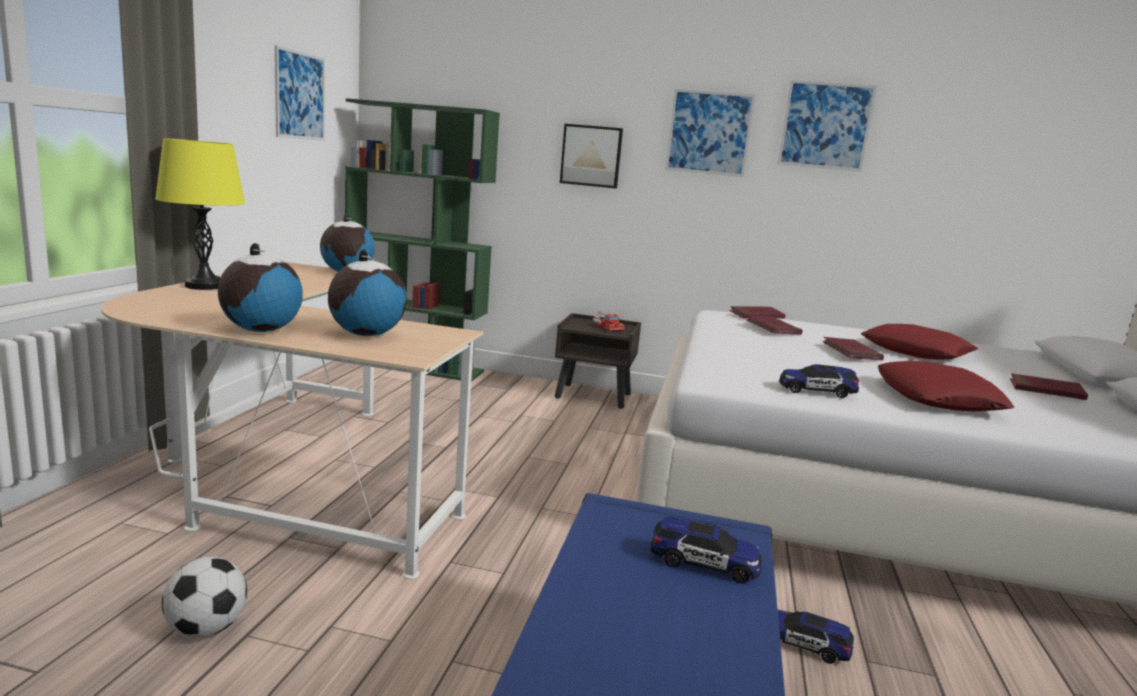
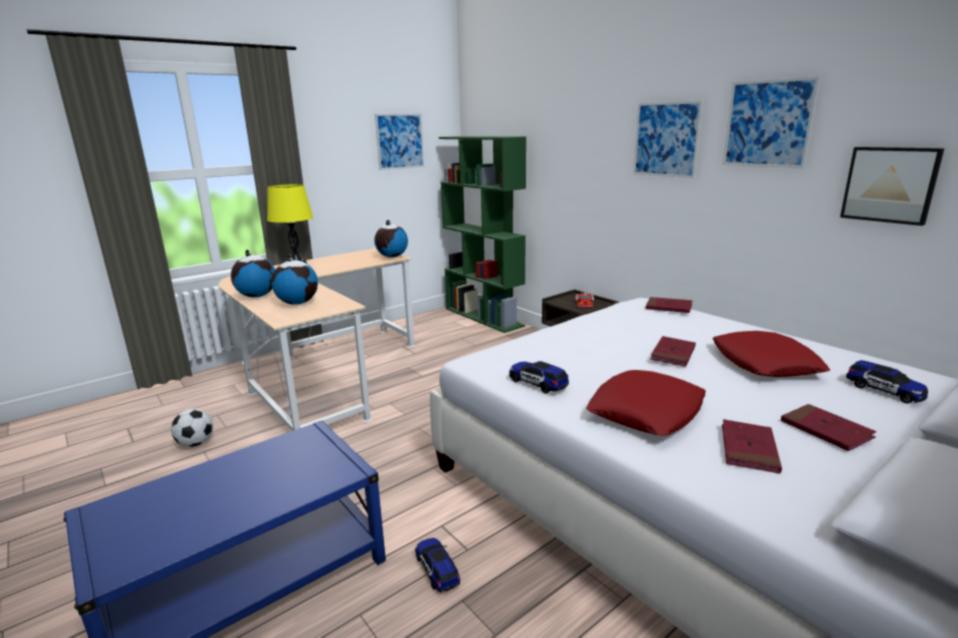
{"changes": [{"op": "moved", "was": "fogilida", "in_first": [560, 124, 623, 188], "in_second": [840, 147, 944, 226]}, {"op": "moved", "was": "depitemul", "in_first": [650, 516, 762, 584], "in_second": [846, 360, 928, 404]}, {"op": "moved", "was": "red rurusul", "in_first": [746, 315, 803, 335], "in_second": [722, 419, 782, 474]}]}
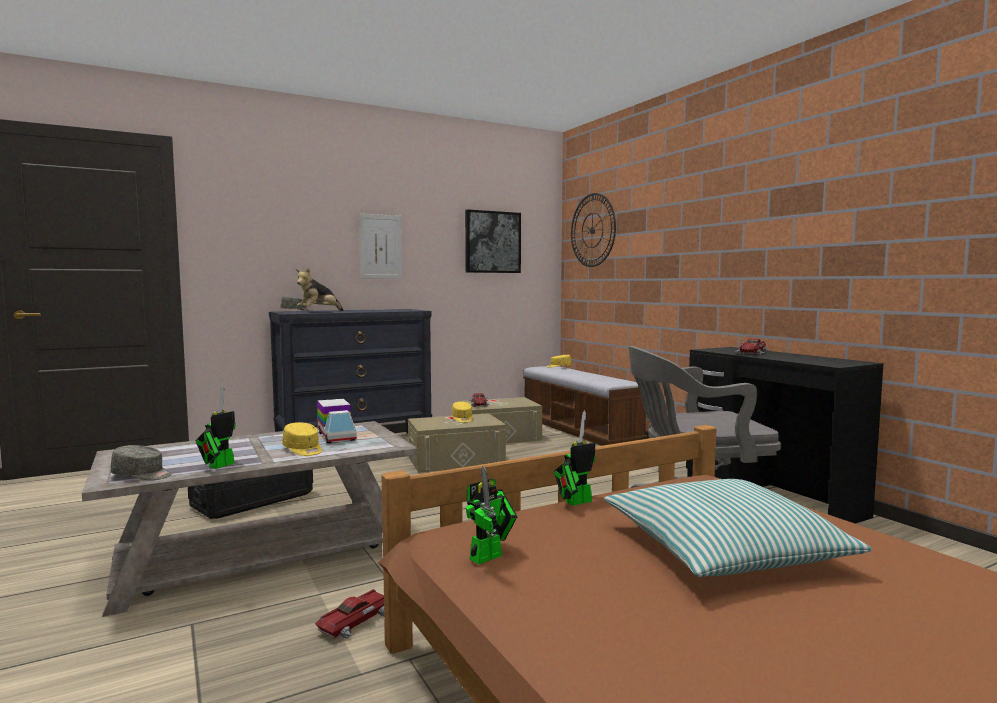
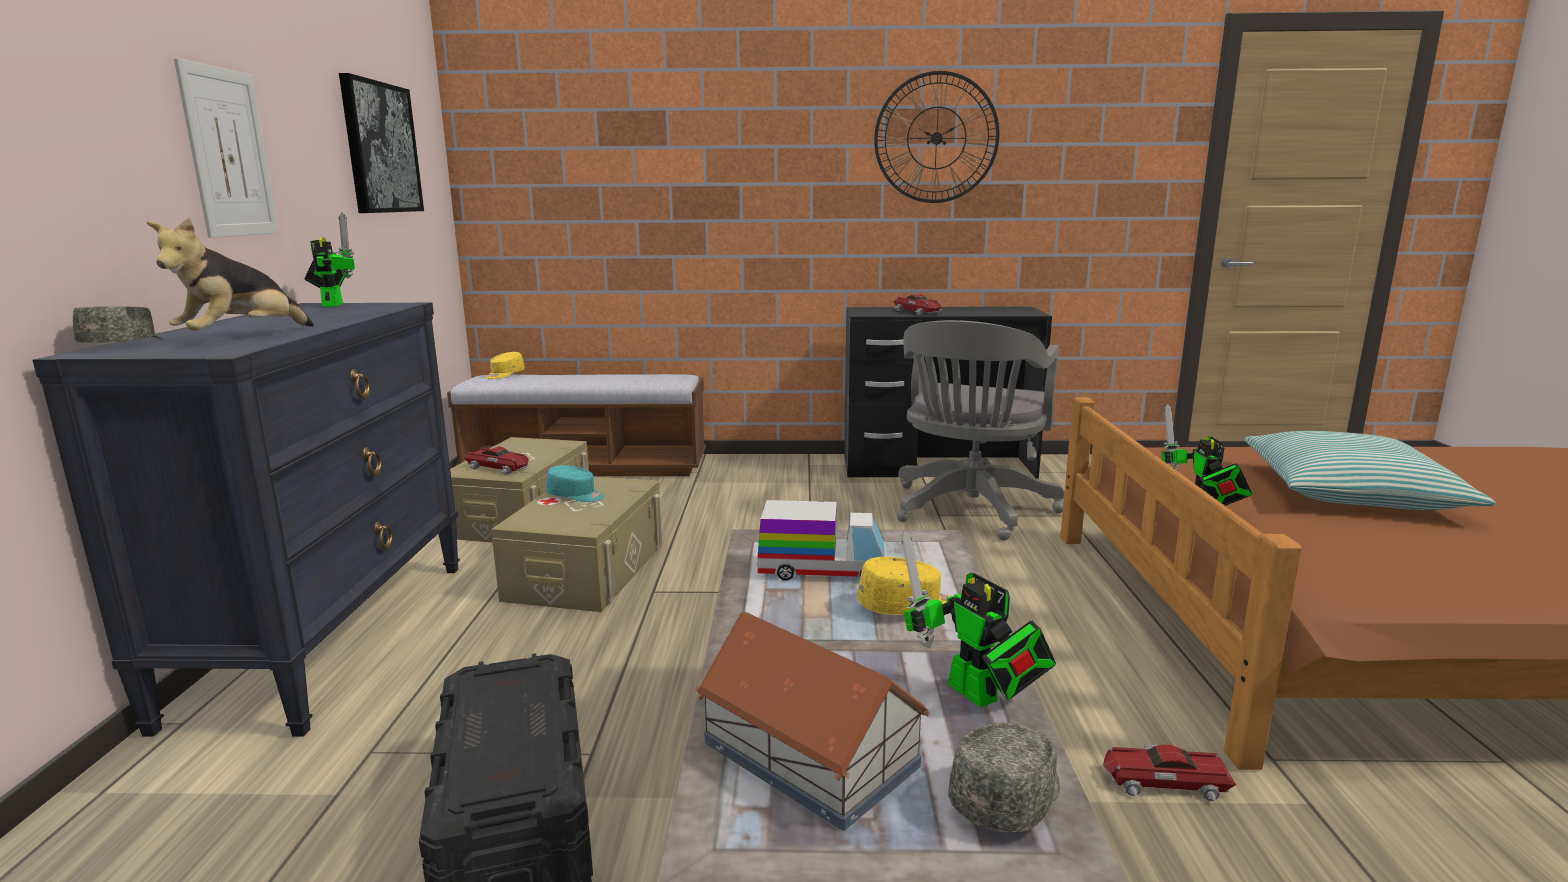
{"changes": [{"op": "added", "now": "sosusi", "in_second": [695, 612, 931, 831]}, {"op": "moved", "was": "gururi", "in_first": [466, 466, 517, 564], "in_second": [304, 212, 355, 307]}, {"op": "moved", "was": "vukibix", "in_first": [571, 193, 616, 267], "in_second": [874, 71, 1000, 203]}, {"op": "recoloured", "was": "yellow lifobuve", "now": "turquoise lifobuve", "in_first": [452, 402, 473, 422], "in_second": [546, 465, 604, 502]}, {"op": "turned", "was": "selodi", "in_first": [296, 268, 344, 311], "in_second": [146, 217, 314, 330], "clockwise": 45}, {"op": "turned", "was": "depitemul", "in_first": [315, 589, 384, 639], "in_second": [1103, 744, 1236, 802], "clockwise": -60}]}
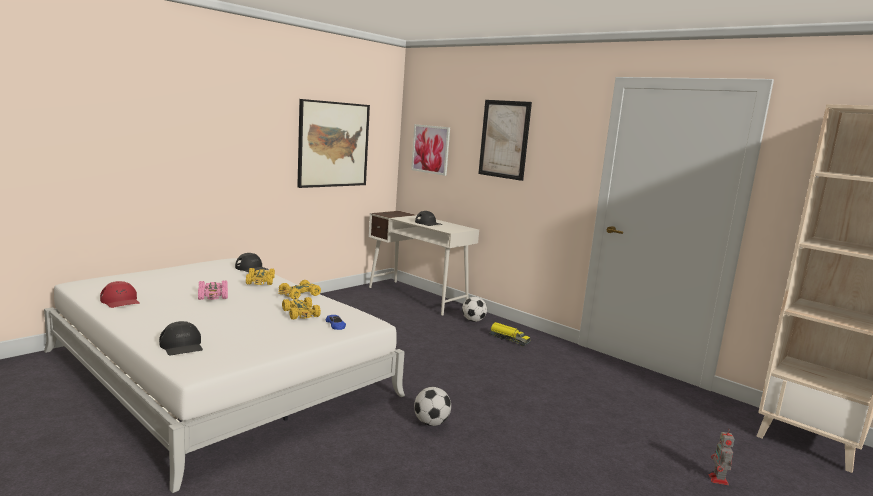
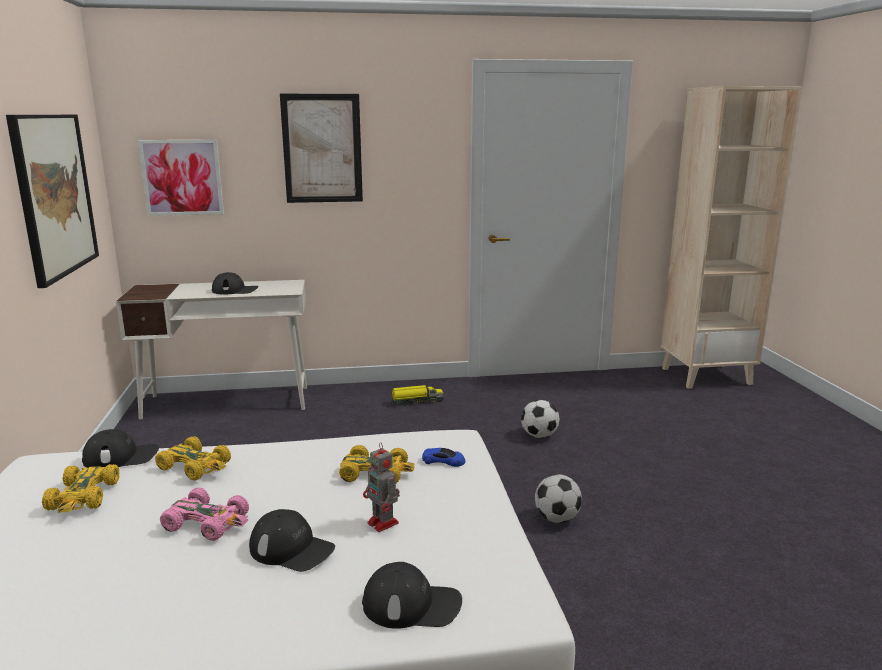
{"changes": [{"op": "removed", "was": "red lifobuve", "in_first": [100, 281, 140, 308]}, {"op": "added", "now": "black lifobuve", "in_second": [249, 509, 335, 572]}, {"op": "moved", "was": "yellow depitemul", "in_first": [278, 280, 321, 300], "in_second": [42, 464, 120, 512]}, {"op": "moved", "was": "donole", "in_first": [462, 297, 487, 322], "in_second": [521, 400, 559, 438]}, {"op": "moved", "was": "gururi", "in_first": [709, 428, 734, 485], "in_second": [363, 442, 400, 532]}]}
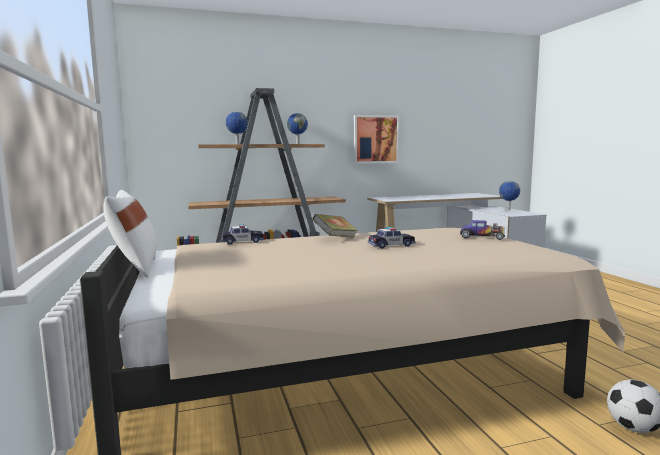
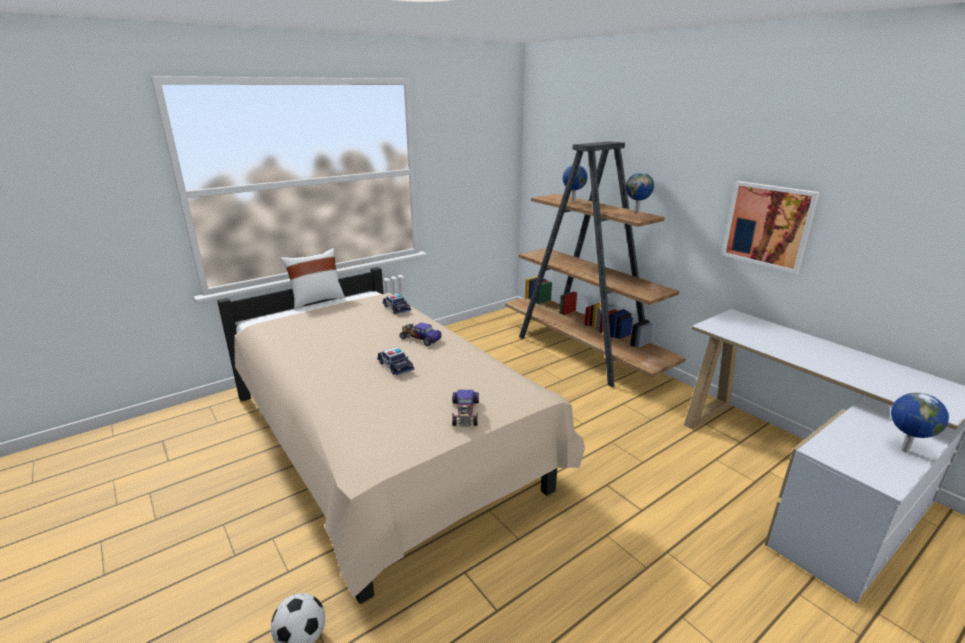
{"changes": [{"op": "replaced", "was": "rurusul", "now": "depitemul", "in_first": [312, 214, 358, 237], "in_second": [400, 323, 442, 346]}]}
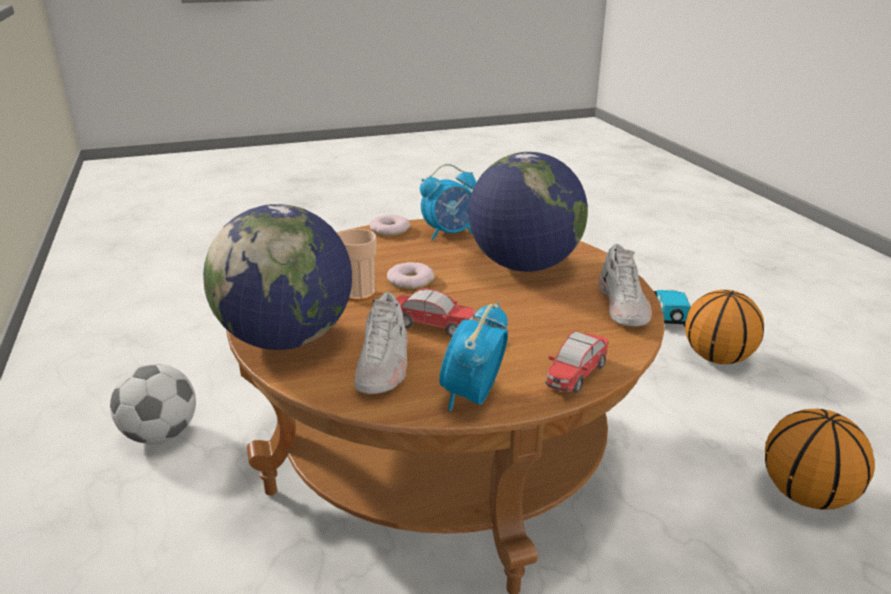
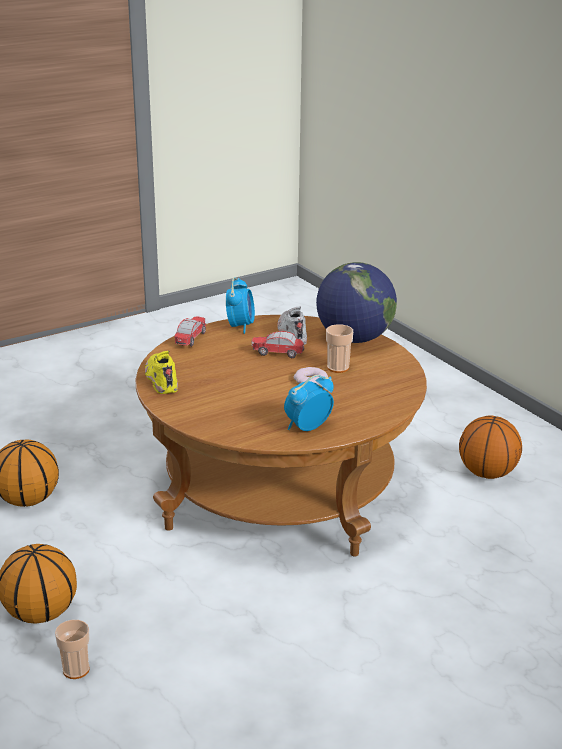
{"changes": [{"op": "removed", "was": "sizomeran", "in_first": [370, 215, 410, 236]}, {"op": "removed", "was": "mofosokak", "in_first": [468, 152, 588, 272]}, {"op": "replaced", "was": "donole", "now": "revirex", "in_first": [110, 363, 196, 444], "in_second": [459, 415, 522, 479]}, {"op": "replaced", "was": "depitemul", "now": "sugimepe", "in_first": [654, 290, 691, 327], "in_second": [55, 620, 90, 679]}, {"op": "recoloured", "was": "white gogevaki", "now": "yellow gogevaki", "in_first": [599, 244, 652, 327], "in_second": [145, 351, 178, 394]}]}
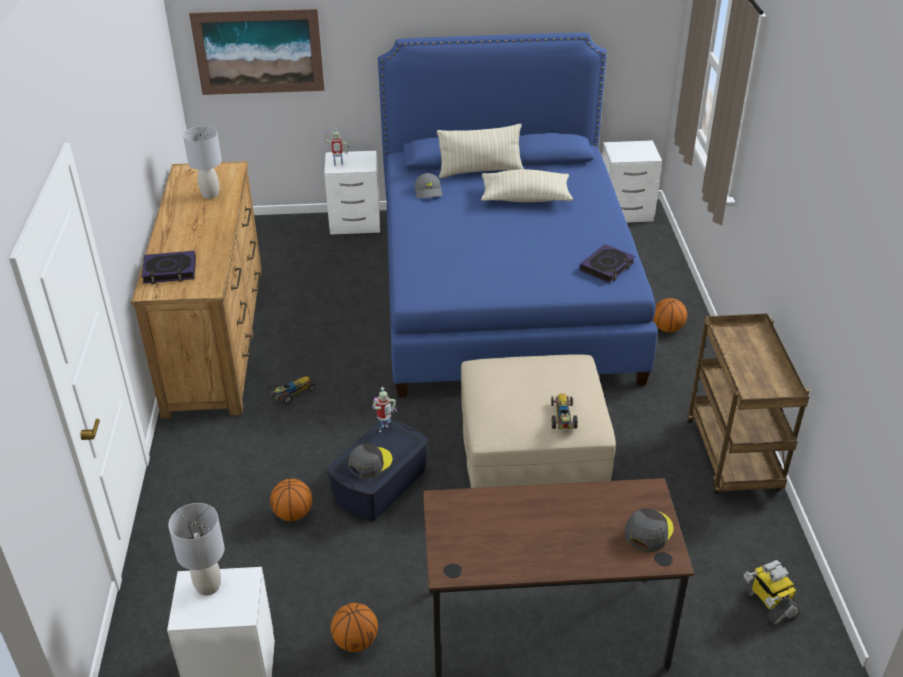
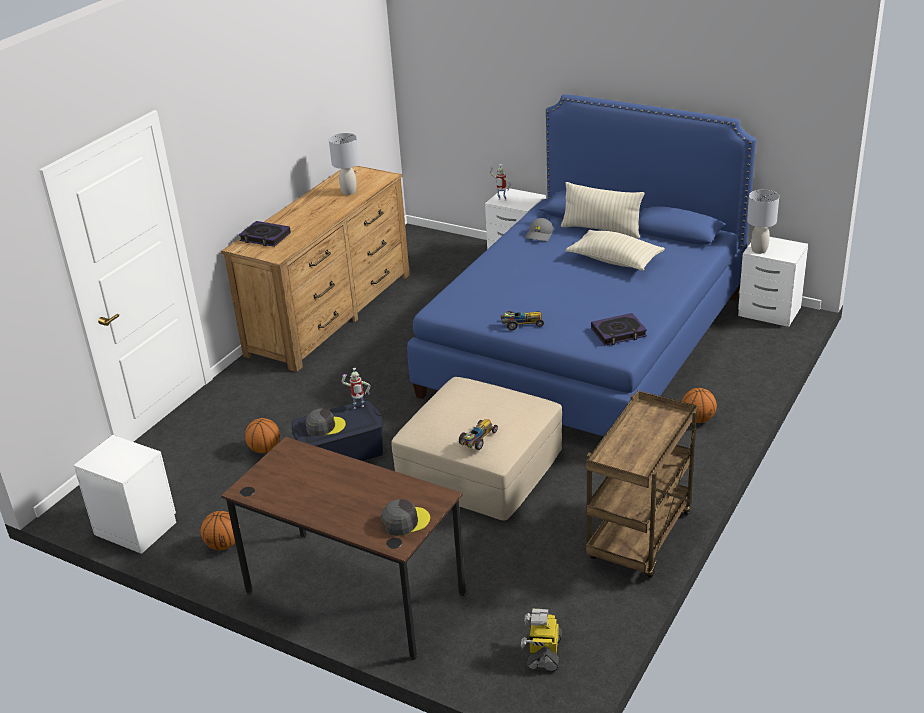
{"changes": [{"op": "removed", "was": "fogilida", "in_first": [189, 9, 324, 95]}, {"op": "moved", "was": "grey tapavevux", "in_first": [168, 503, 224, 596], "in_second": [747, 190, 779, 254]}, {"op": "moved", "was": "depitemul", "in_first": [270, 375, 315, 404], "in_second": [501, 311, 544, 330]}]}
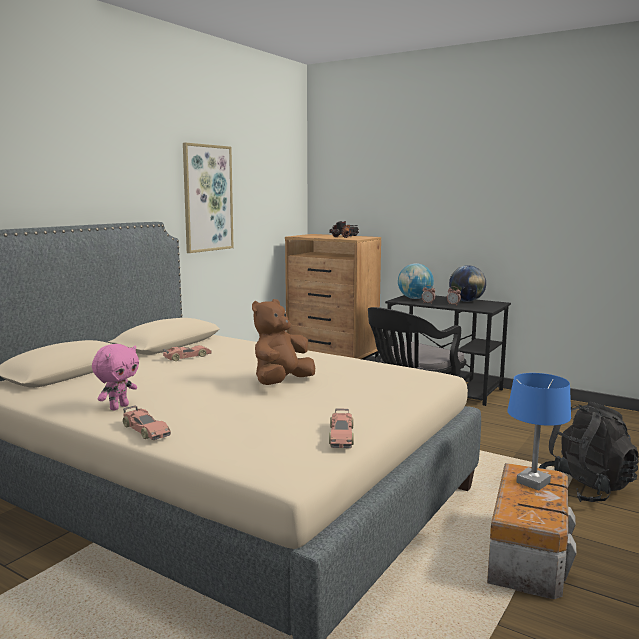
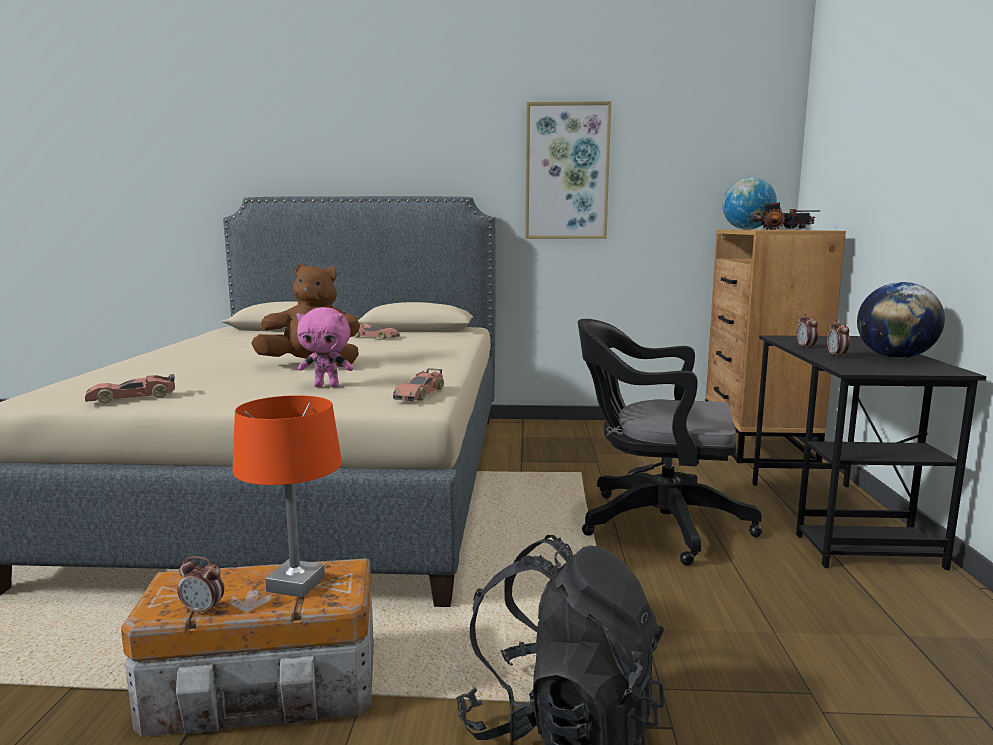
{"changes": [{"op": "added", "now": "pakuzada", "in_second": [177, 556, 224, 615]}, {"op": "moved", "was": "pink selodi", "in_first": [92, 344, 139, 410], "in_second": [296, 307, 354, 387]}, {"op": "moved", "was": "depitemul", "in_first": [123, 405, 171, 440], "in_second": [393, 368, 444, 401]}, {"op": "moved", "was": "mofosokak", "in_first": [398, 263, 434, 299], "in_second": [722, 177, 777, 230]}, {"op": "recoloured", "was": "blue tapavevux", "now": "orange tapavevux", "in_first": [508, 373, 571, 491], "in_second": [233, 395, 342, 598]}]}
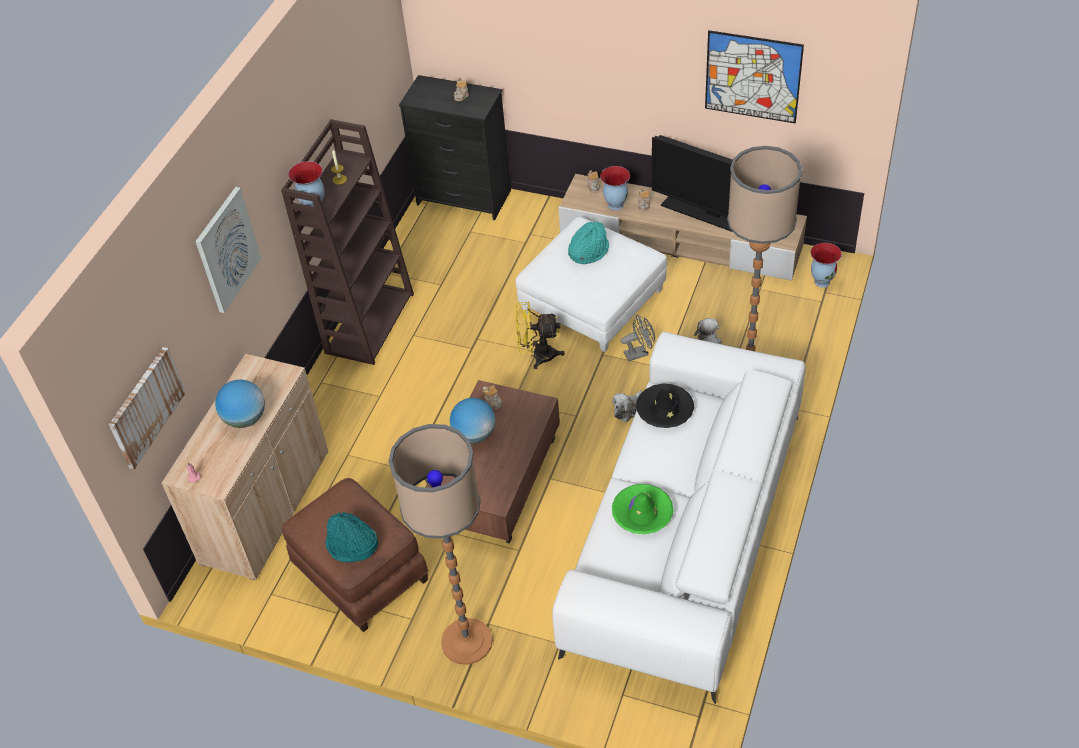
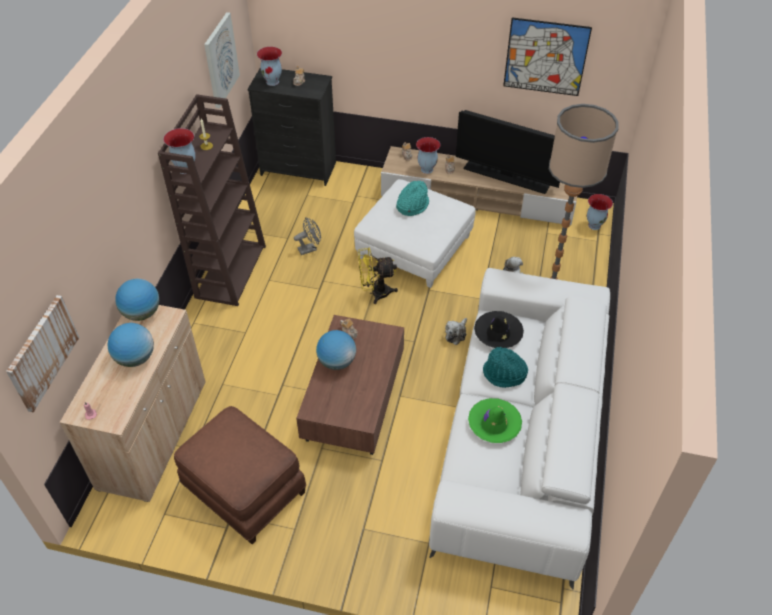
{"changes": [{"op": "removed", "was": "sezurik", "in_first": [389, 424, 492, 665]}, {"op": "added", "now": "mofosokak", "in_second": [115, 279, 159, 321]}, {"op": "added", "now": "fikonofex", "in_second": [257, 47, 282, 86]}, {"op": "moved", "was": "fogilida", "in_first": [195, 187, 261, 313], "in_second": [204, 12, 240, 108]}, {"op": "moved", "was": "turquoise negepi", "in_first": [325, 512, 378, 563], "in_second": [483, 347, 528, 388]}, {"op": "moved", "was": "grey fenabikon", "in_first": [621, 315, 655, 361], "in_second": [294, 217, 321, 255]}]}
